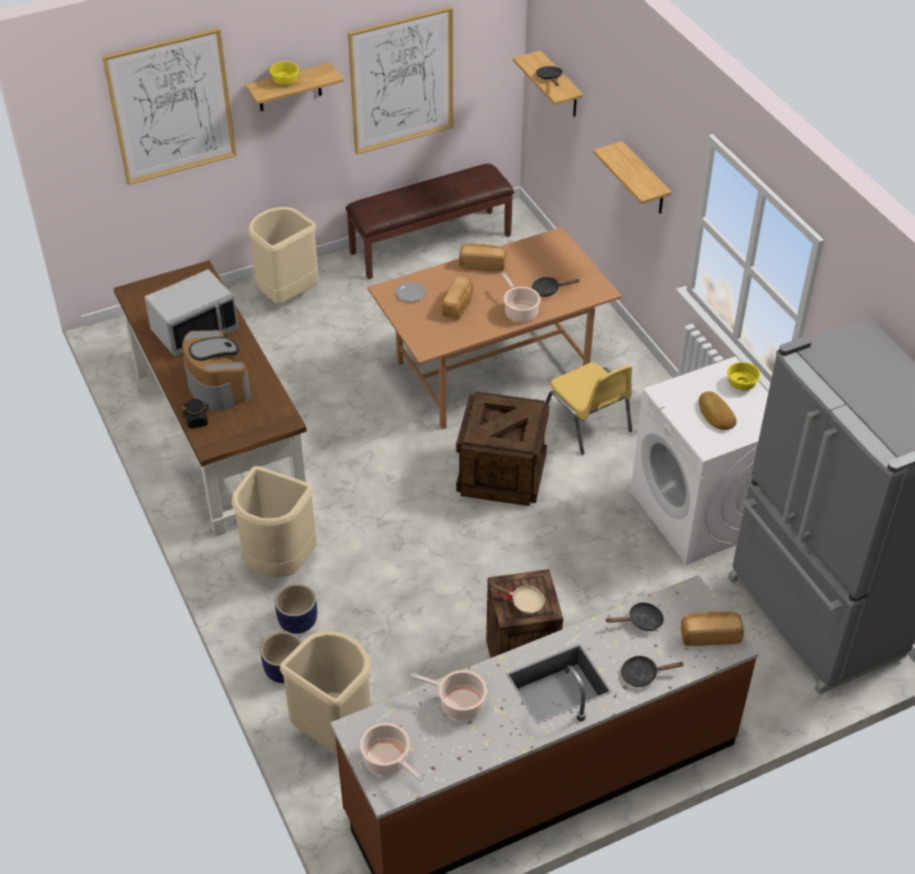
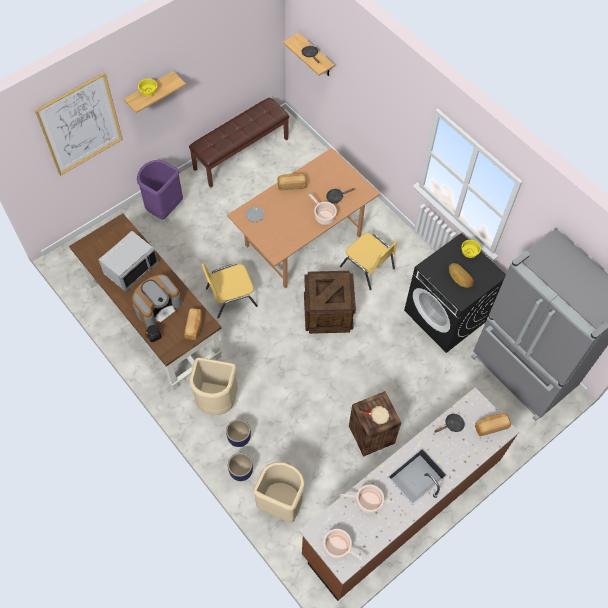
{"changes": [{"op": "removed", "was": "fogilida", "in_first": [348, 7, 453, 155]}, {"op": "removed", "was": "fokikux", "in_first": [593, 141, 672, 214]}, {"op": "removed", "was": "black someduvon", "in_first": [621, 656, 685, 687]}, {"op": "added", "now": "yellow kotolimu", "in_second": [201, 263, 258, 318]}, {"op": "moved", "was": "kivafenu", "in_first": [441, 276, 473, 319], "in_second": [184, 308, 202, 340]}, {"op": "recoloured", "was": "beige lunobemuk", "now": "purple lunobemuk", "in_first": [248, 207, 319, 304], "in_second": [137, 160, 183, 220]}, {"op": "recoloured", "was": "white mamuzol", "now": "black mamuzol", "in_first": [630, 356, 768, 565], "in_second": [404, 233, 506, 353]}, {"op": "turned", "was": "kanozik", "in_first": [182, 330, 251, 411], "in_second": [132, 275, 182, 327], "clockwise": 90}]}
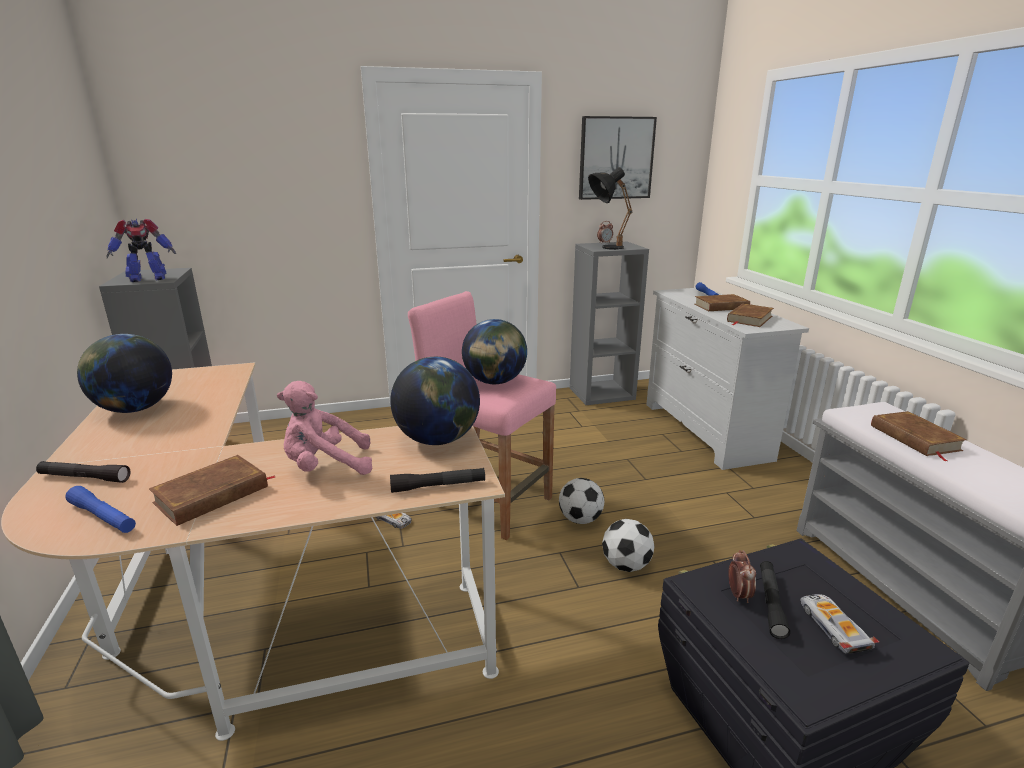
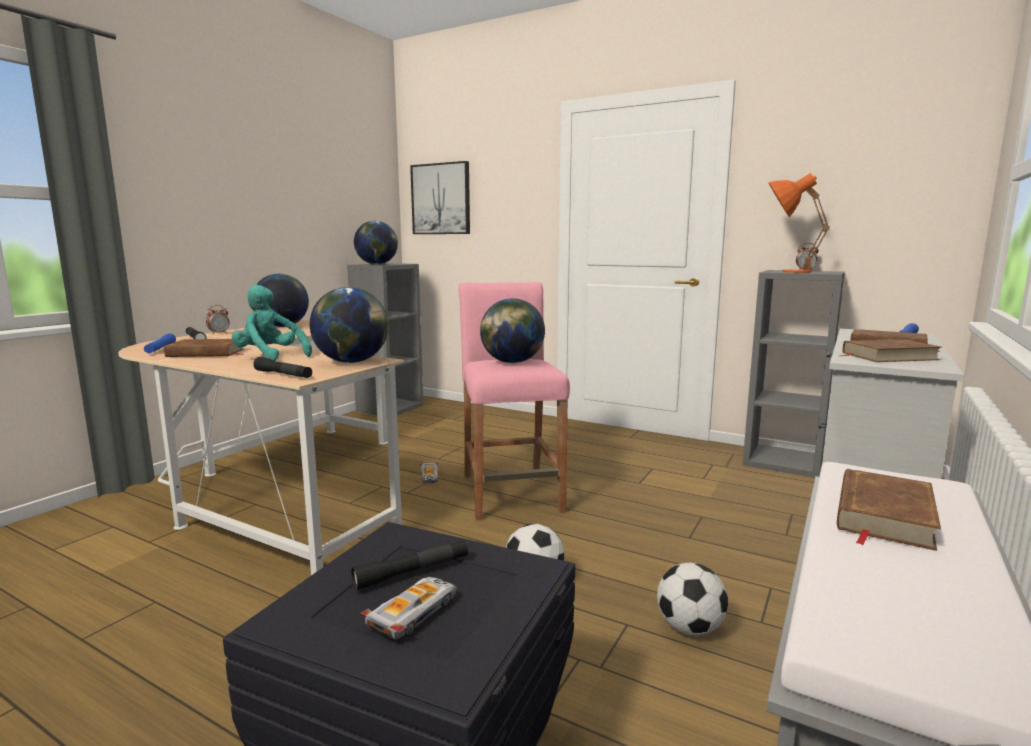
{"changes": [{"op": "moved", "was": "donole", "in_first": [559, 478, 604, 524], "in_second": [657, 563, 728, 635]}, {"op": "moved", "was": "fogilida", "in_first": [579, 116, 657, 200], "in_second": [410, 161, 470, 234]}, {"op": "moved", "was": "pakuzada", "in_first": [728, 550, 756, 603], "in_second": [206, 305, 230, 334]}, {"op": "replaced", "was": "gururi", "now": "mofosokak", "in_first": [107, 219, 176, 282], "in_second": [354, 221, 398, 264]}, {"op": "recoloured", "was": "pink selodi", "now": "turquoise selodi", "in_first": [277, 381, 372, 475], "in_second": [232, 285, 312, 361]}, {"op": "recoloured", "was": "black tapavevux", "now": "orange tapavevux", "in_first": [588, 167, 633, 250], "in_second": [769, 173, 830, 273]}]}
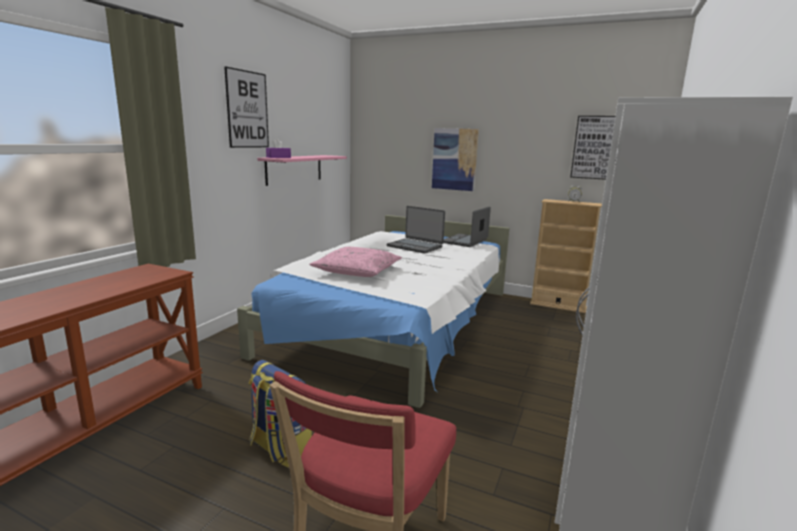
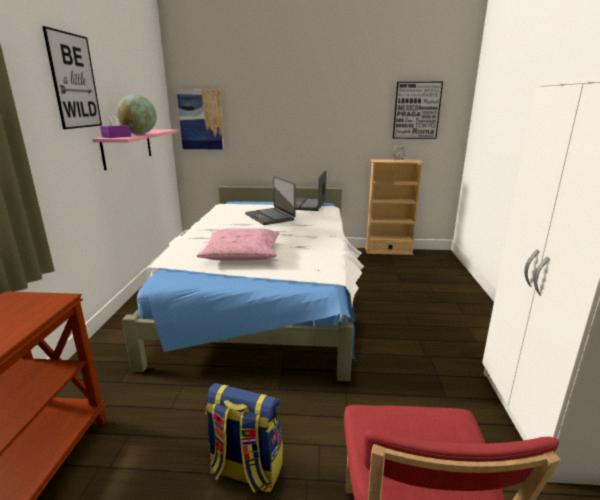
{"changes": [{"op": "added", "now": "mofosokak", "in_second": [116, 95, 157, 134]}, {"op": "moved", "was": "fogilida", "in_first": [432, 128, 479, 191], "in_second": [177, 89, 224, 150]}, {"op": "turned", "was": "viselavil", "in_first": [387, 206, 445, 253], "in_second": [245, 176, 296, 225], "clockwise": 45}]}
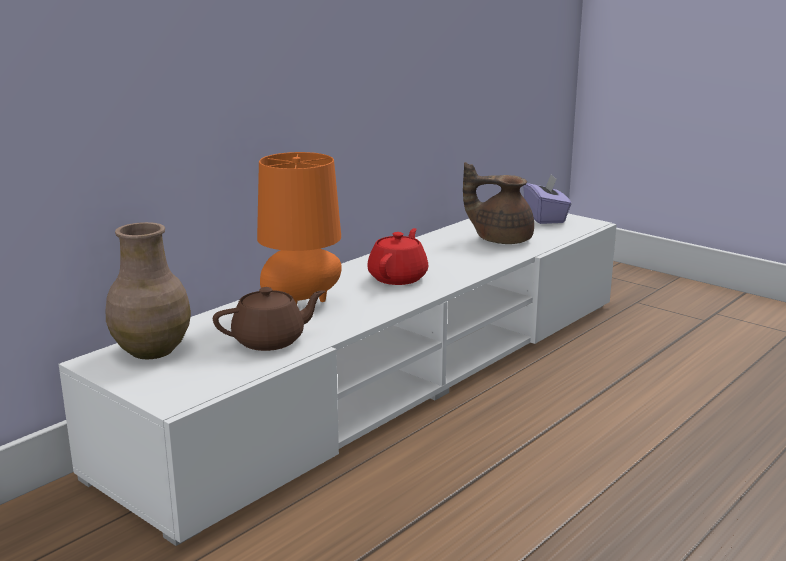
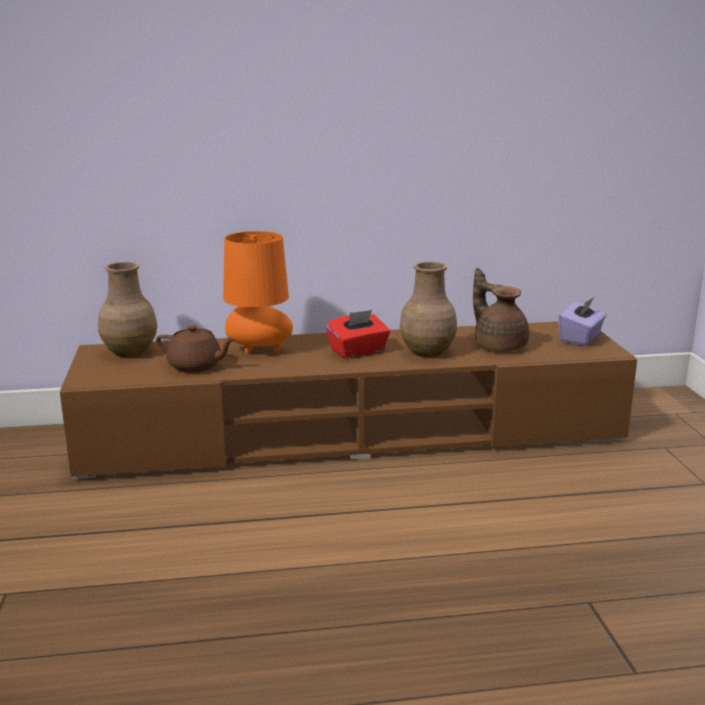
{"changes": [{"op": "added", "now": "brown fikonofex", "in_second": [400, 262, 457, 357]}, {"op": "replaced", "was": "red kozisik", "now": "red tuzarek", "in_first": [368, 228, 428, 285], "in_second": [326, 310, 390, 358]}, {"op": "recoloured", "was": "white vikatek", "now": "brown vikatek", "in_first": [59, 213, 617, 546], "in_second": [60, 322, 637, 479]}]}
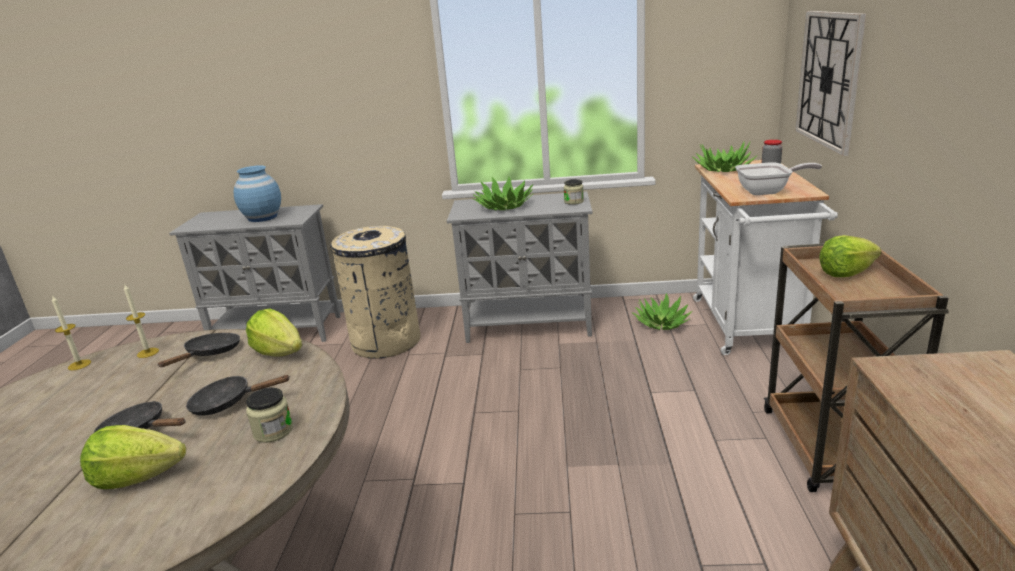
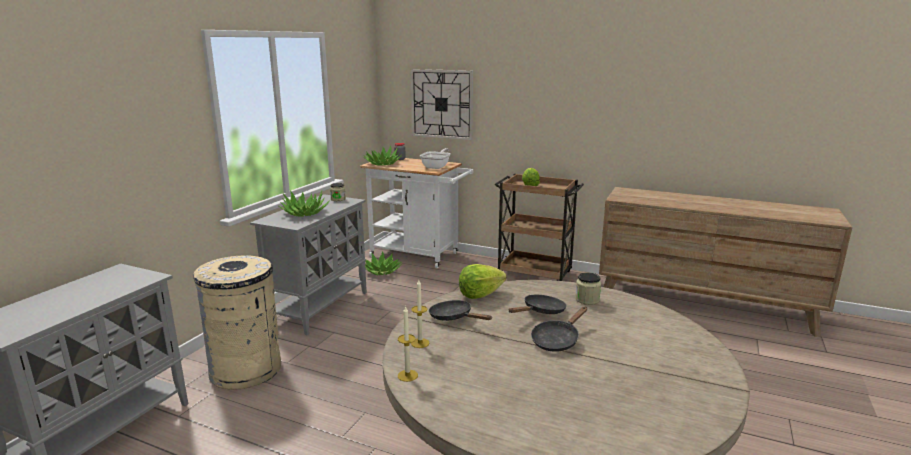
{"changes": [{"op": "removed", "was": "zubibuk", "in_first": [80, 425, 186, 489]}, {"op": "removed", "was": "blue fikonofex", "in_first": [234, 165, 281, 222]}, {"op": "turned", "was": "black someduvon", "in_first": [186, 375, 290, 415], "in_second": [509, 295, 567, 314], "clockwise": -150}]}
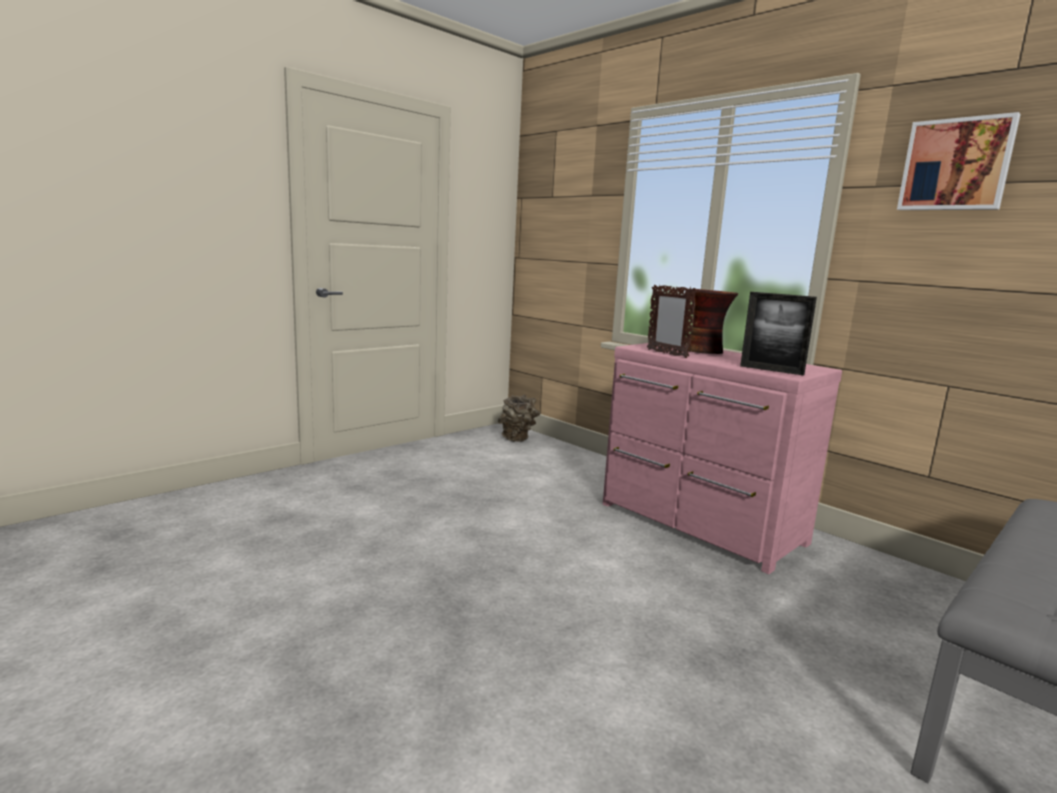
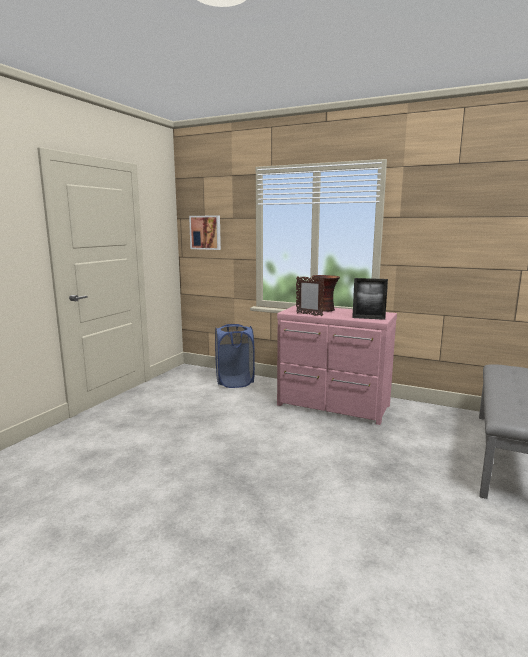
{"changes": [{"op": "removed", "was": "brown fikonofex", "in_first": [498, 394, 540, 442]}, {"op": "added", "now": "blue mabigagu", "in_second": [215, 324, 255, 388]}, {"op": "moved", "was": "fogilida", "in_first": [897, 112, 1021, 210], "in_second": [189, 216, 221, 250]}]}
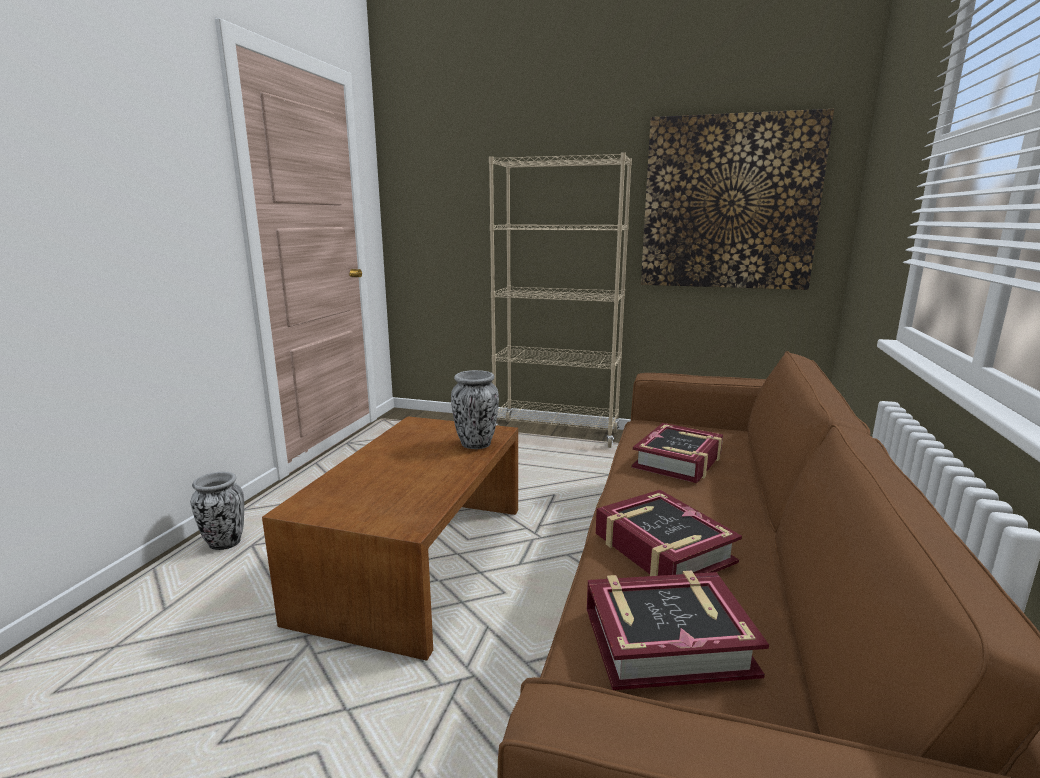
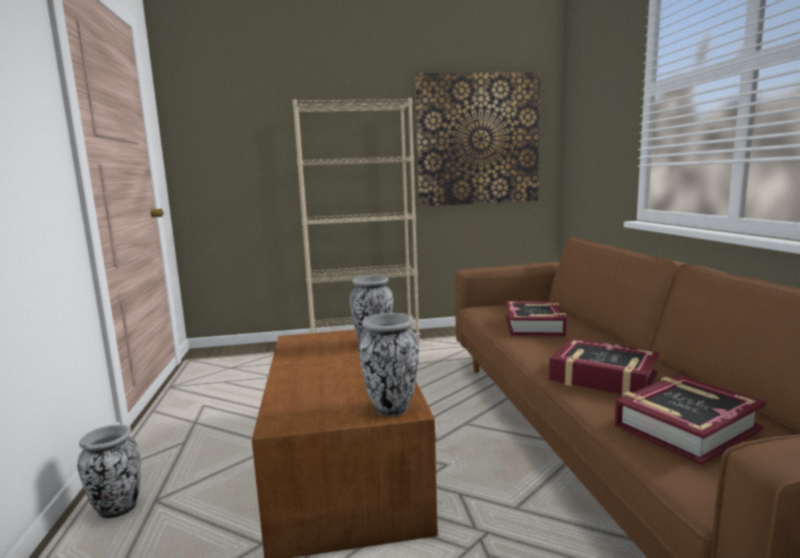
{"changes": [{"op": "added", "now": "fikonofex", "in_second": [359, 313, 419, 416]}]}
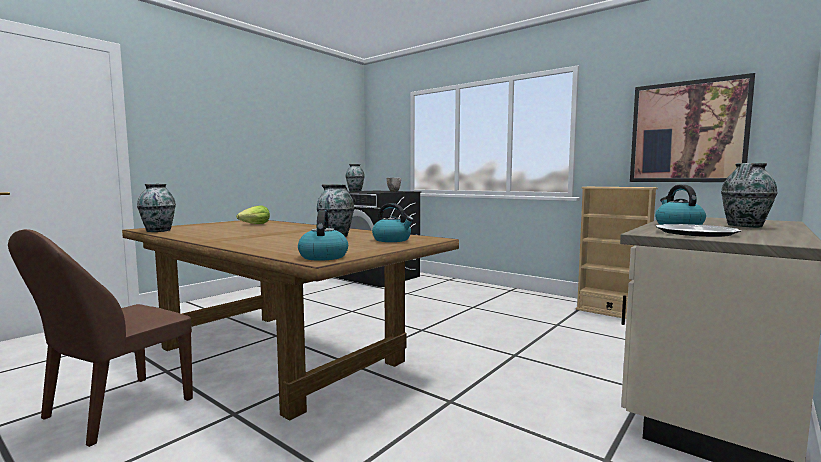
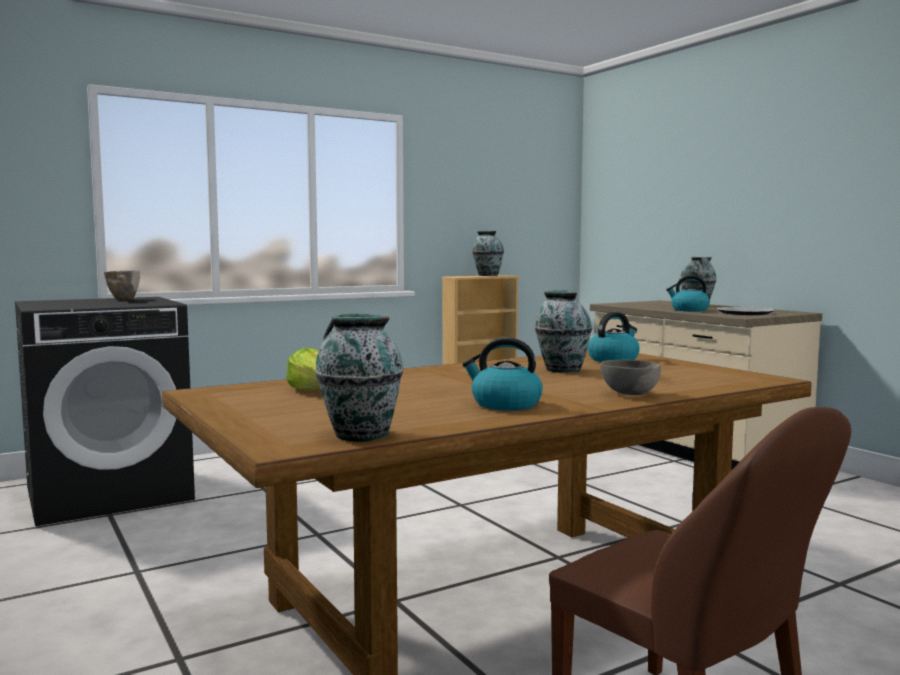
{"changes": [{"op": "removed", "was": "fogilida", "in_first": [630, 73, 755, 182]}, {"op": "added", "now": "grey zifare", "in_second": [600, 360, 661, 395]}, {"op": "moved", "was": "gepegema", "in_first": [298, 210, 348, 261], "in_second": [462, 338, 543, 411]}, {"op": "moved", "was": "fikonofex", "in_first": [345, 164, 365, 191], "in_second": [472, 231, 504, 276]}]}
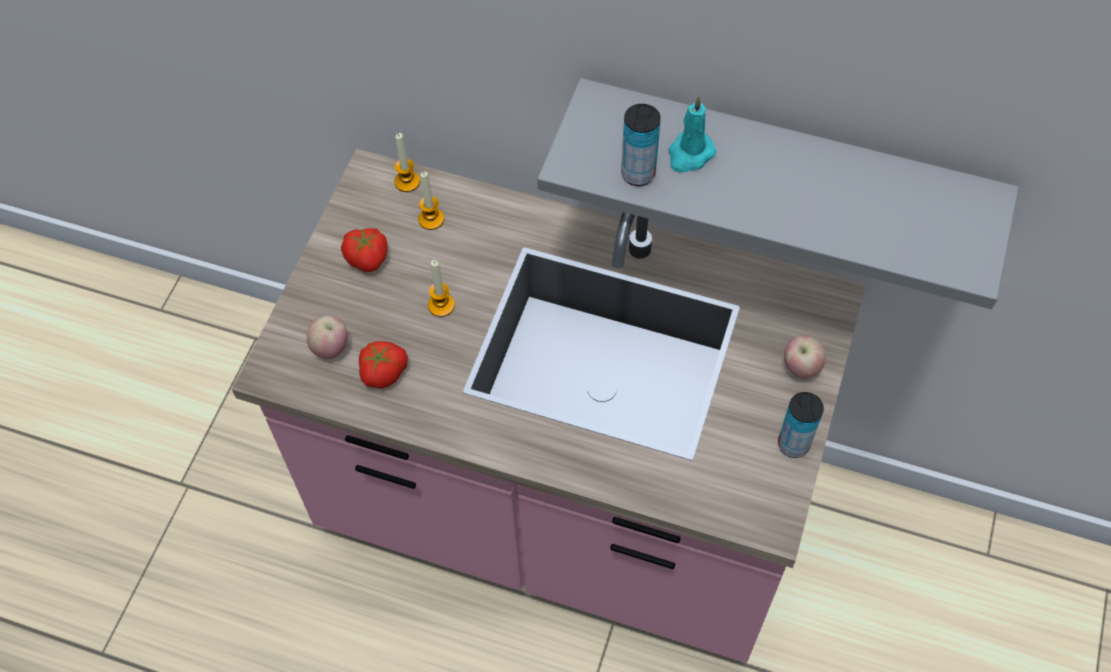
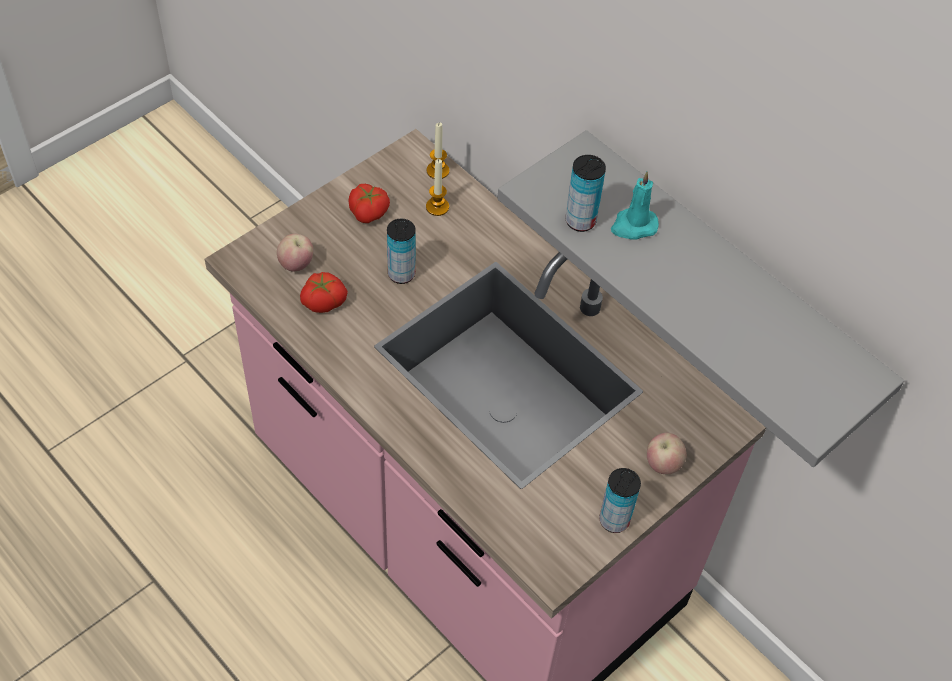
{"changes": [{"op": "replaced", "was": "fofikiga", "now": "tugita", "in_first": [428, 260, 455, 317], "in_second": [387, 219, 416, 284]}]}
